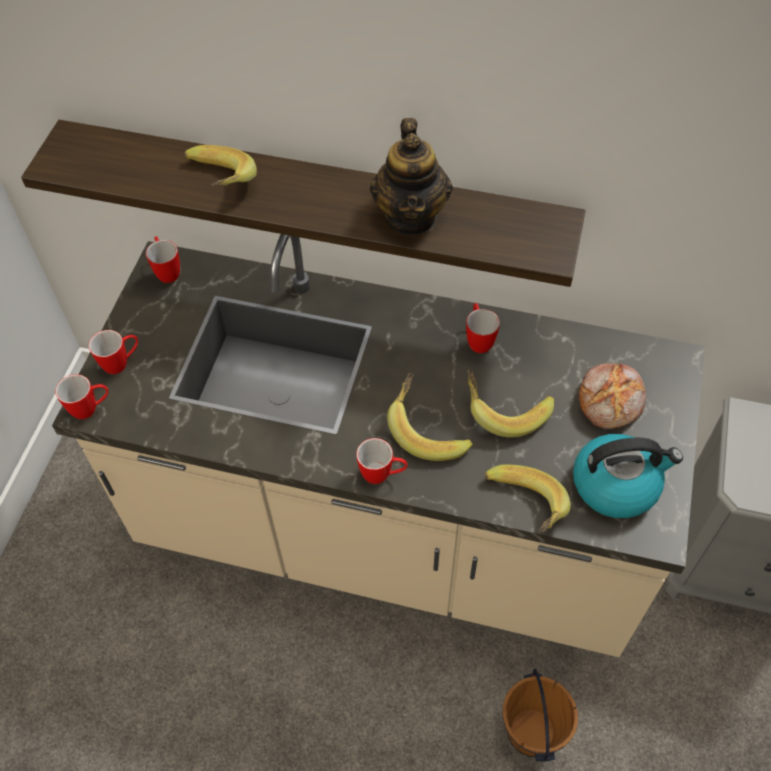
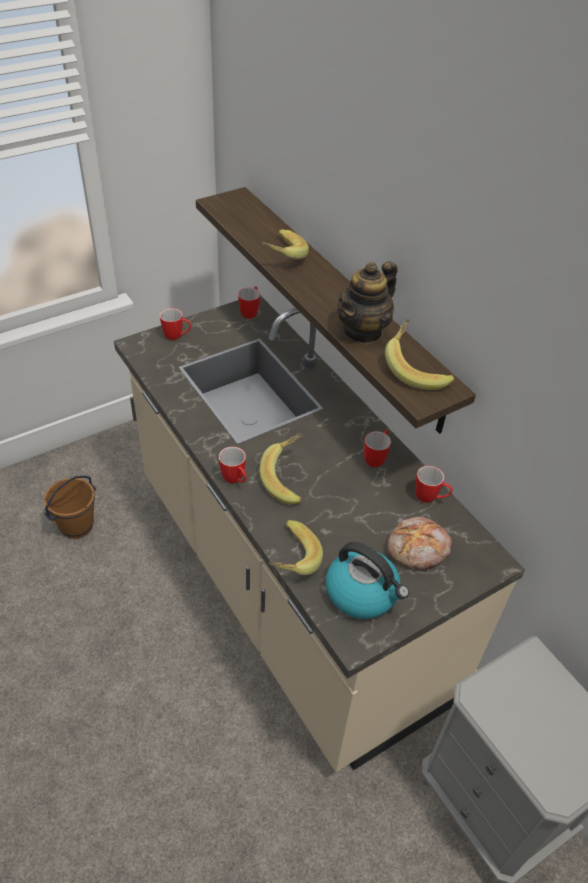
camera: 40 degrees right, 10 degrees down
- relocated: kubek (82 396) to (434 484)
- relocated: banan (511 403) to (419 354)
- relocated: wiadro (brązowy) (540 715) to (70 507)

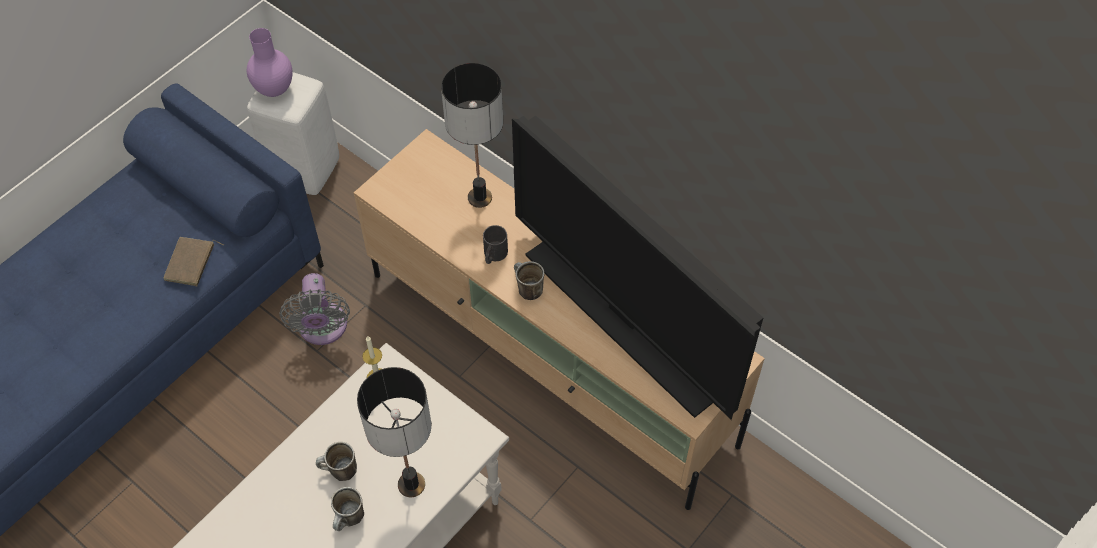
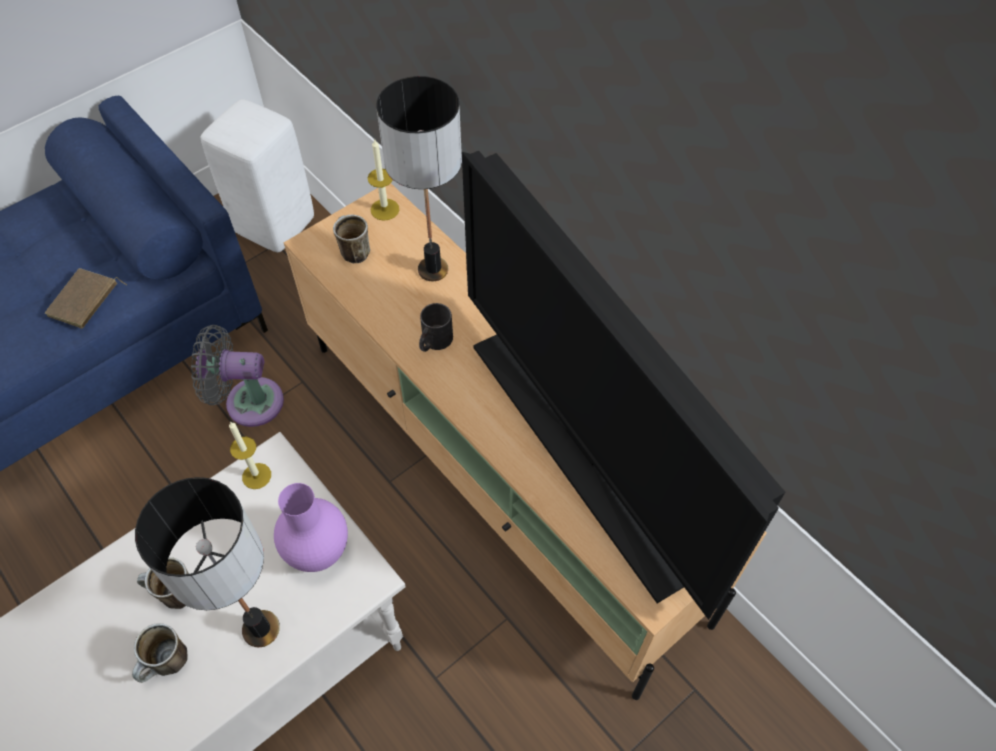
camera: 10 degrees right, 0 degrees up
- appeared: świeca (383 179)
- relocated: wazon (fioletowy) (270 62) to (311 527)
- relocated: kubek (529 280) to (351 239)
- spun: wentylator (szary) (314 309) = (237 376) 90 degrees clockwise

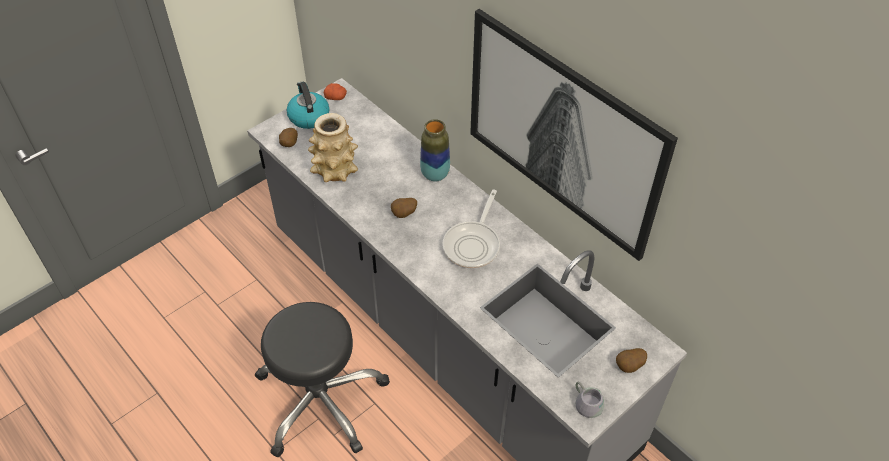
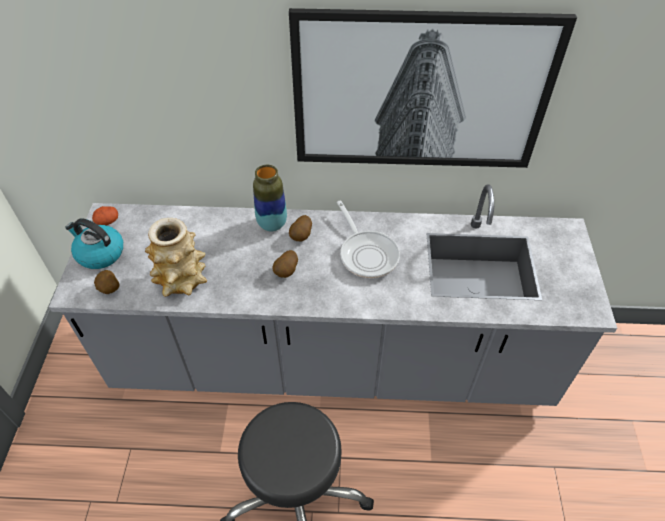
camera: 45 degrees left, 0 degrees up
- missing: kubek (szary) (590 400)
- relocated: ziemniak (631 360) to (300 228)

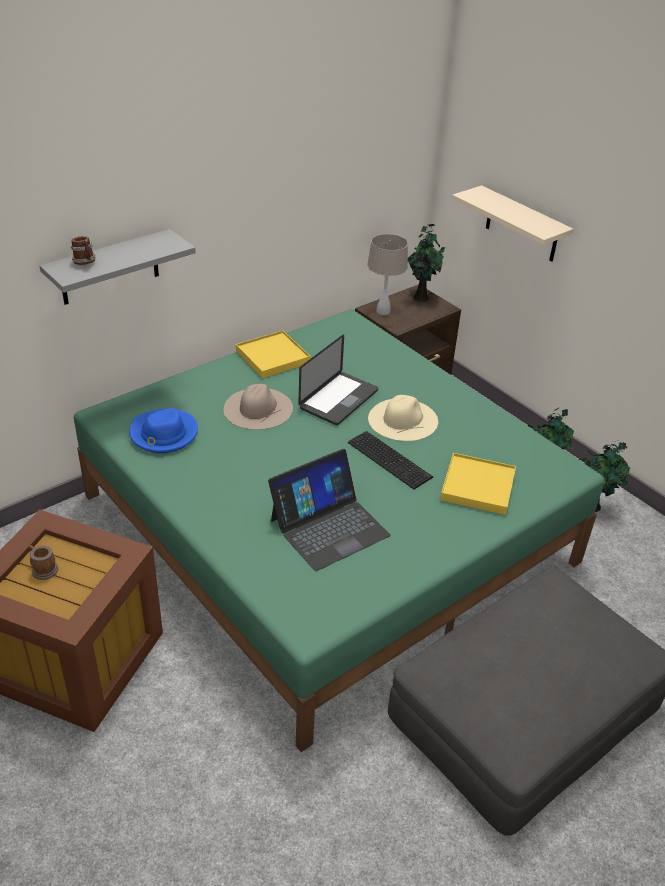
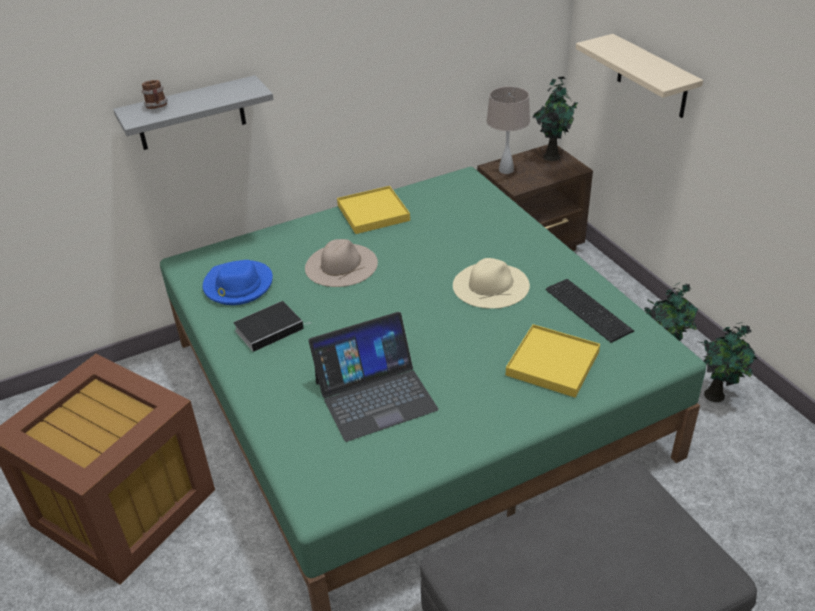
camera: 15 degrees right, 0 degrees up
- missing: kubek (43 562)
- missing: laptop (338 379)
- appeared: książka (271 326)
- relocated: klawiatura (390 460) to (590 311)

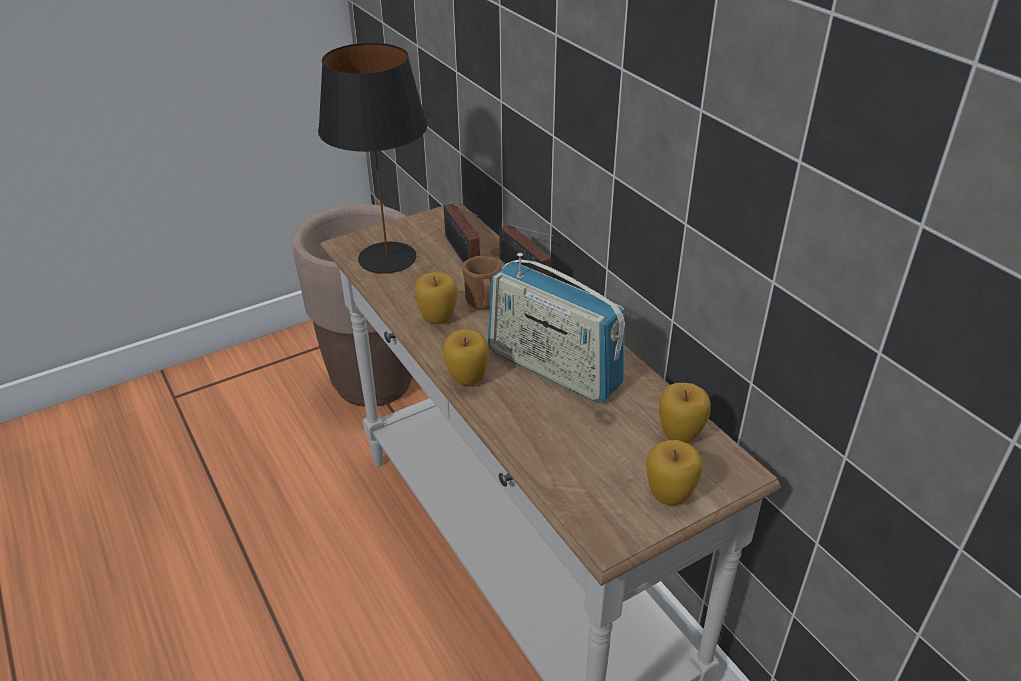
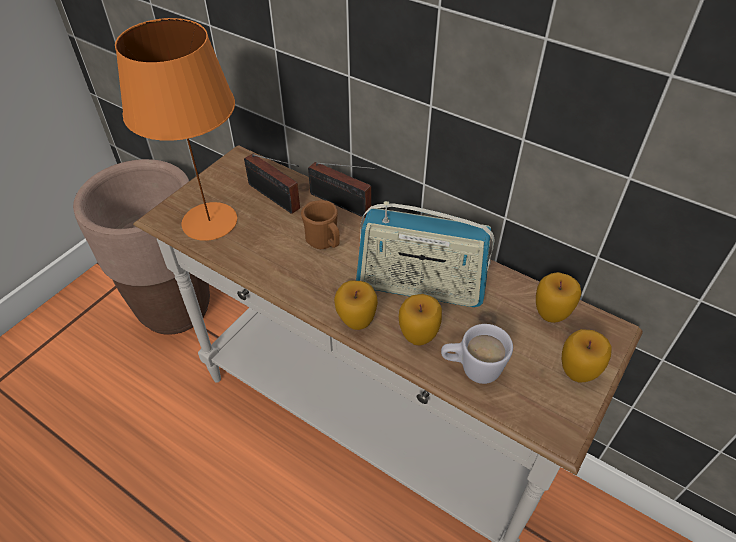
camera: 25 degrees left, 10 degrees up
- appeared: kubek (biały) (477 354)
- relocated: jabłko (436 298) to (420 320)
- colour: lampa stołowa (czarny) (372 158) to lampa stołowa (pomarańczowy) (176 129)

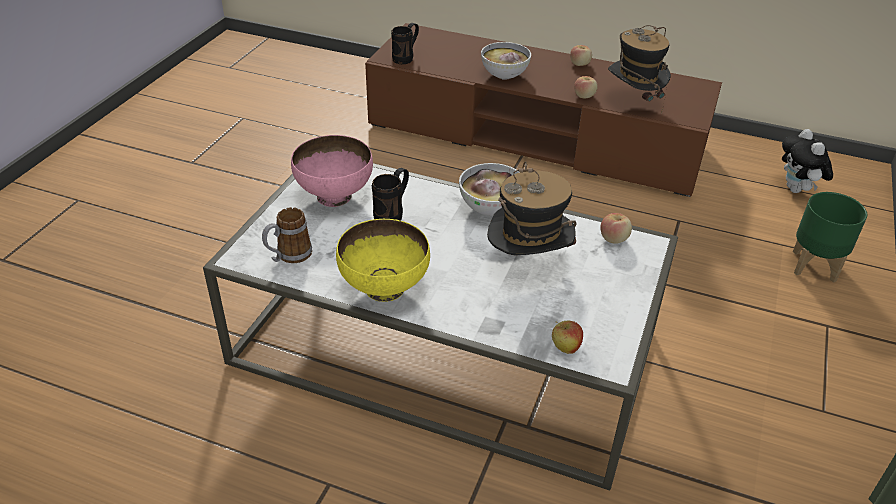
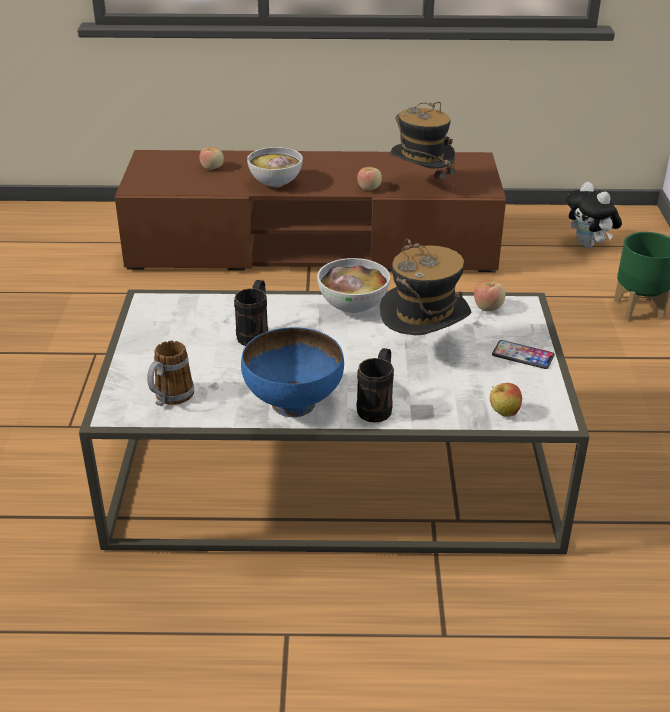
camera: 20 degrees left, 5 degrees down
- missing: miska (różowy) (332 171)
- appeared: telefon (523 354)
- relocated: kubek (czarny) (405 43) to (375 385)
- relocated: jabłko (581 55) to (211 158)
- colour: miska (żółty) (383 260) to miska (niebieski) (292 372)

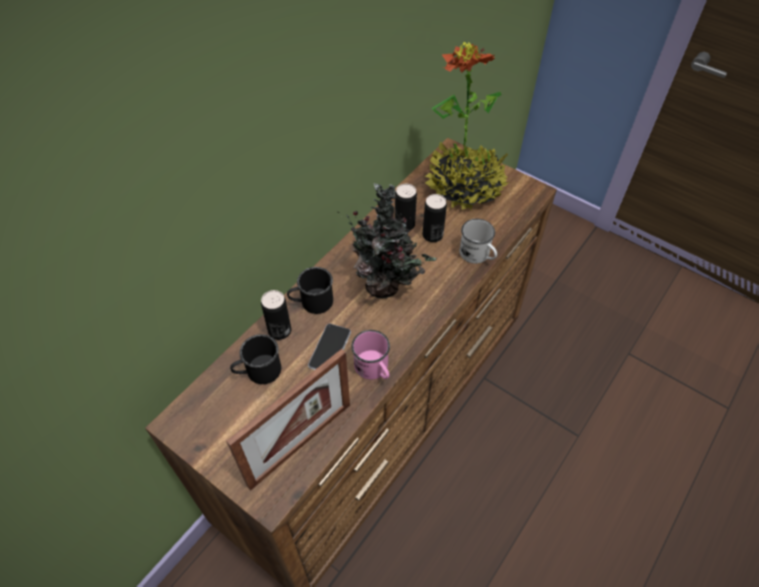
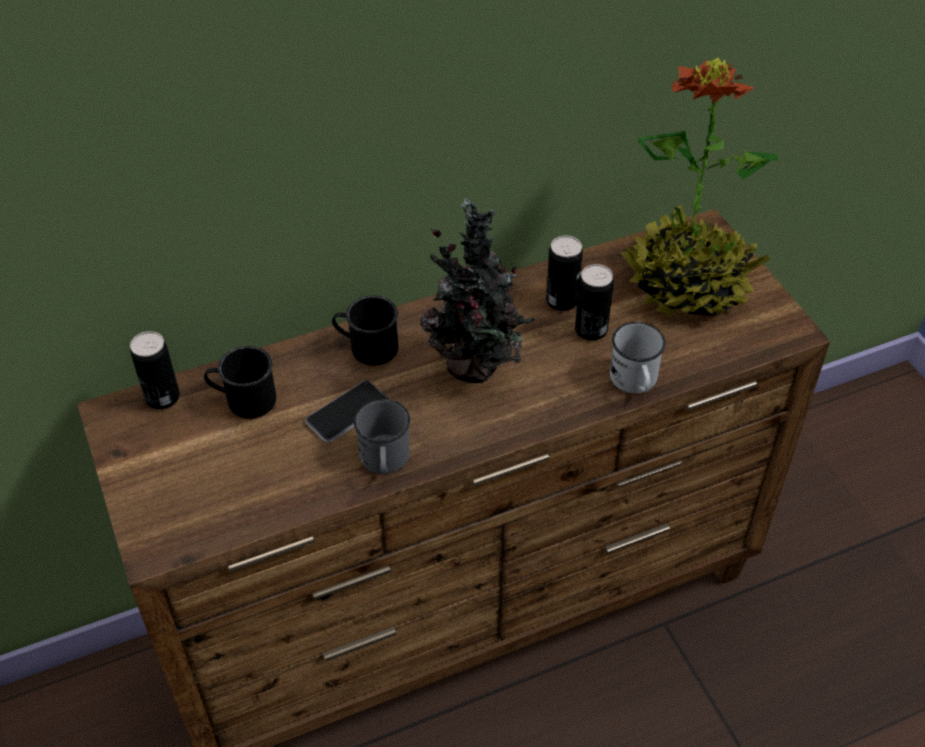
camera: 30 degrees right, 5 degrees down
- missing: ramka na zdjęcie (288 419)
- relocated: puszka (276 315) to (155 370)
- colour: kubek (różowy) (370 355) to kubek (szary) (382 437)

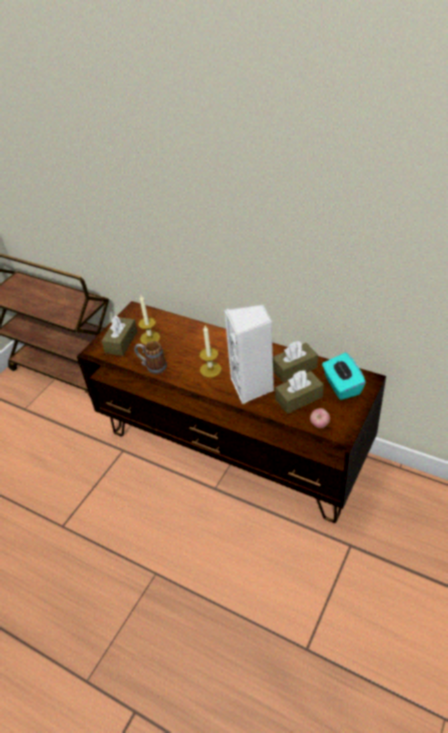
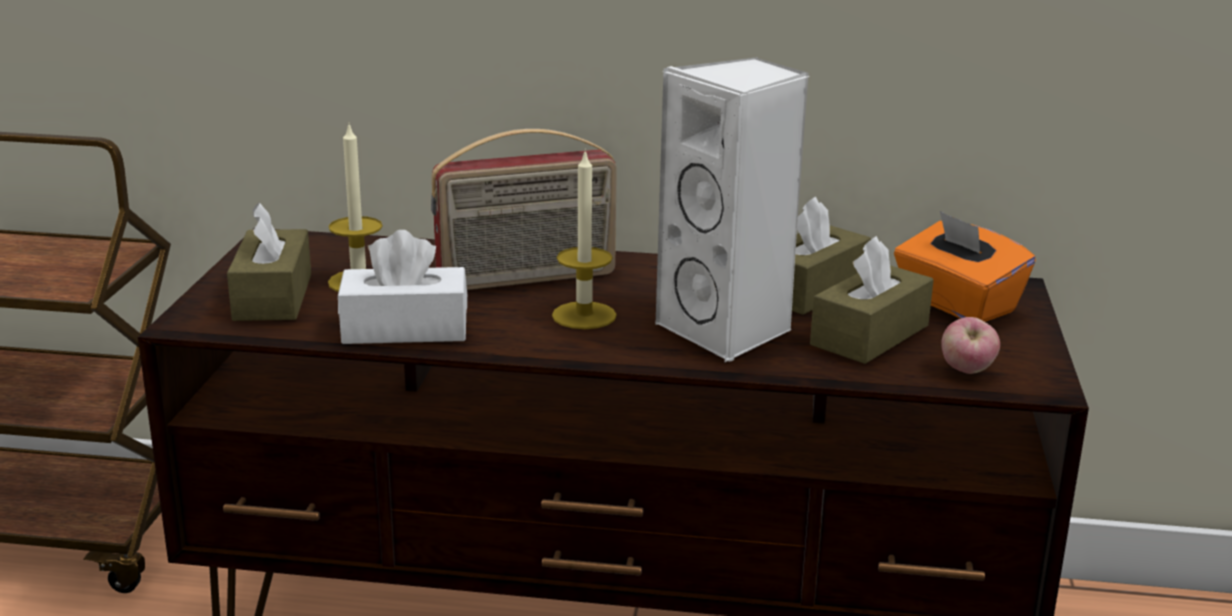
camera: 25 degrees left, 20 degrees down
- appeared: radio (524 209)
- exchanged: kubek (150 357) to pudełko chusteczek (biały) (402 287)
- colour: pudełko chusteczek (turkusowy) (344 376) to pudełko chusteczek (pomarańczowy) (965 266)

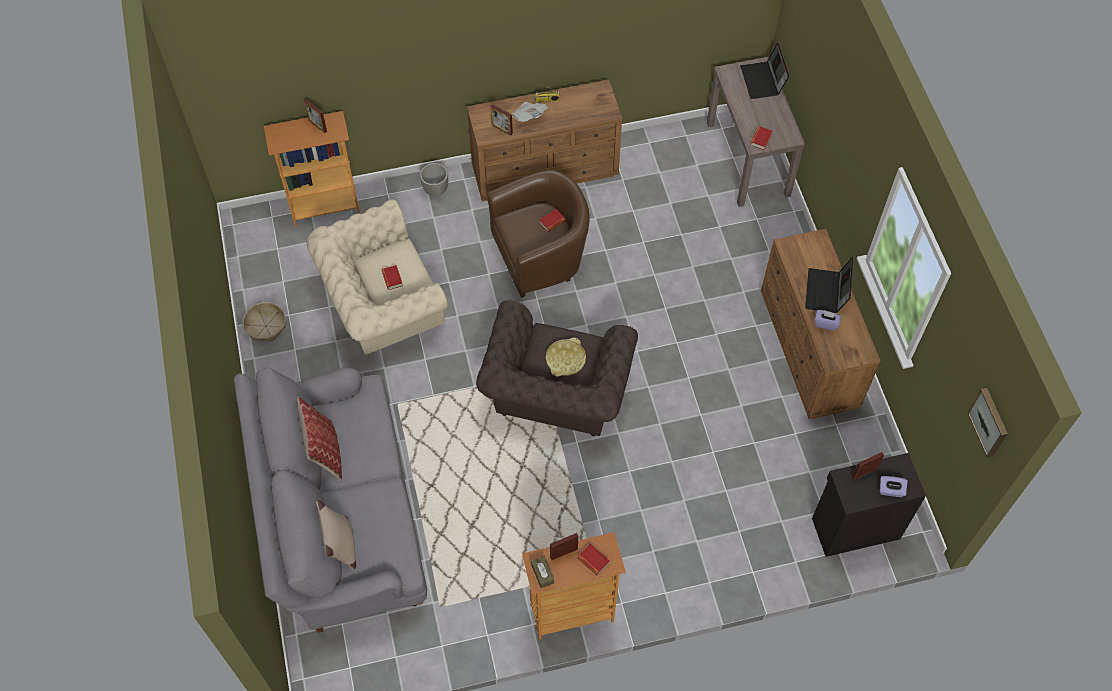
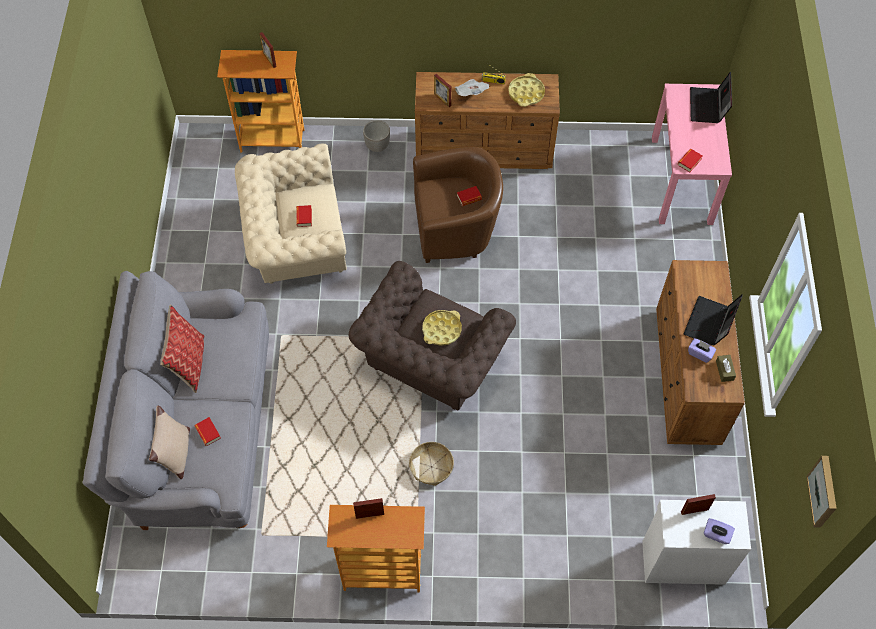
camera: 15 degrees right, 0 degrees up
- appeared: taca (żółty) (526 90)
- relocated: koszyk (264 321) to (431 464)
- relocated: pudełko chusteczek (brązowy) (542 572) to (726 368)
- relocated: książka (593 560) to (207 431)
- colour: stolik konsolowy (brązowy) (756 132) to stolik konsolowy (różowy) (692 154)
- colour: szafka (czarny) (869 505) to szafka (biały) (696 542)

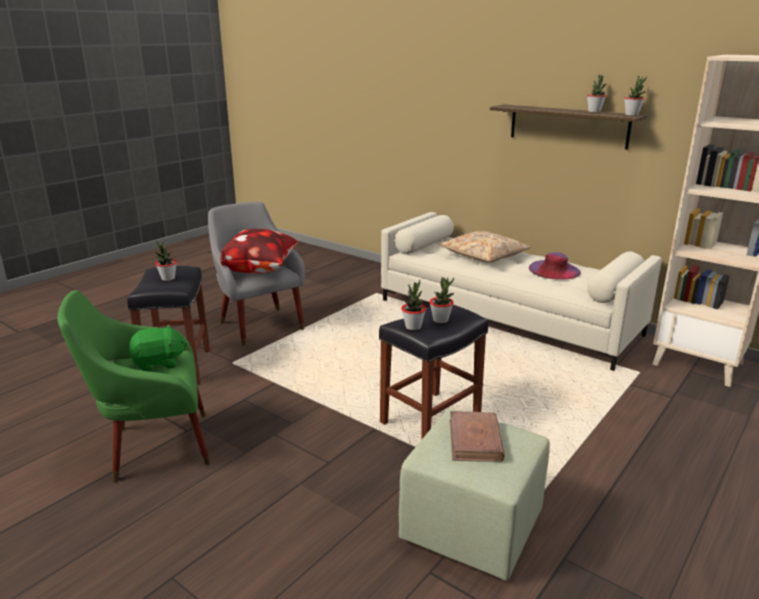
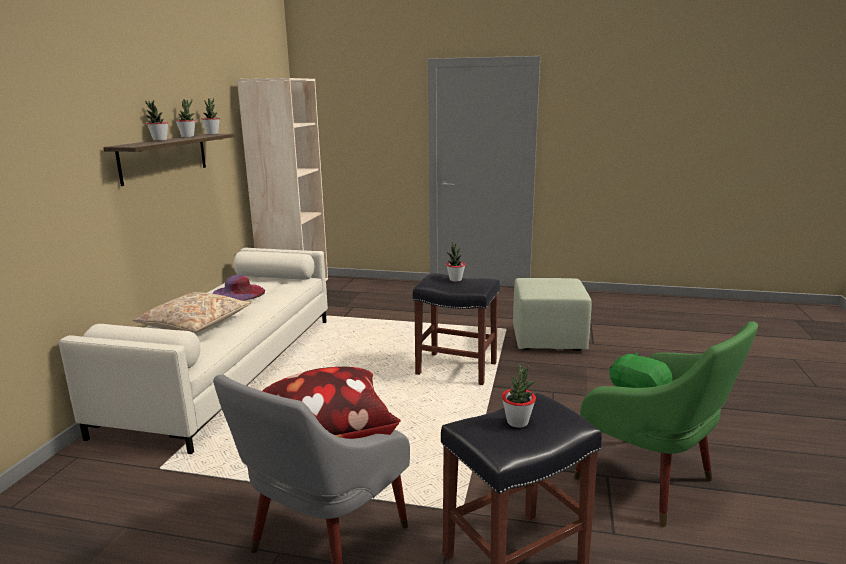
camera: 115 degrees left, 5 degrees down
- missing: książka (brązowy) (477 436)
- relocated: roślina doniczkowa (413 305) to (156 120)

